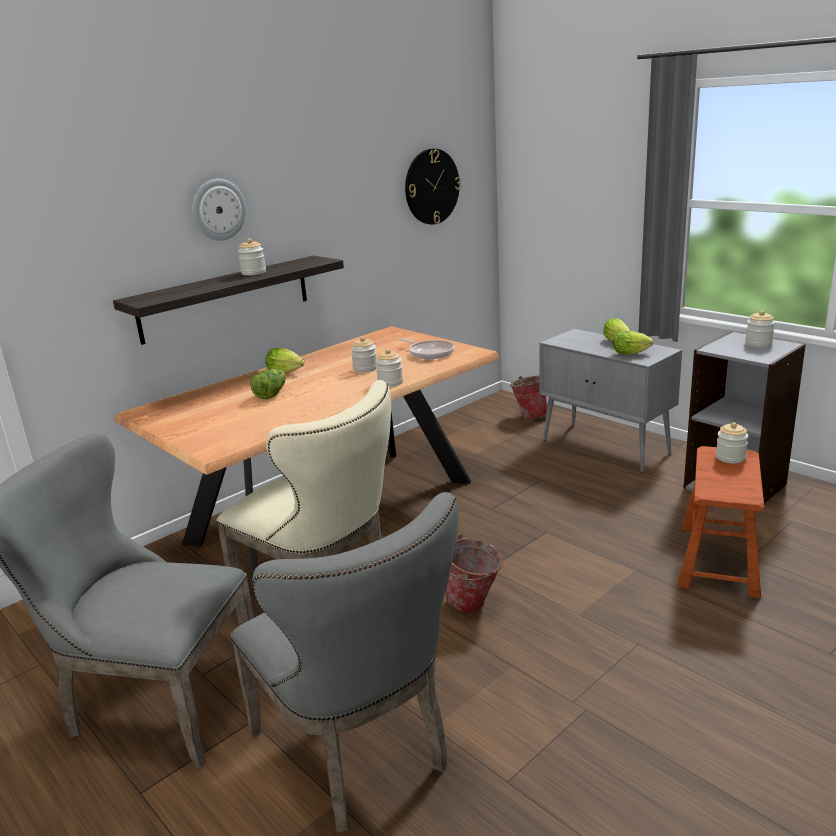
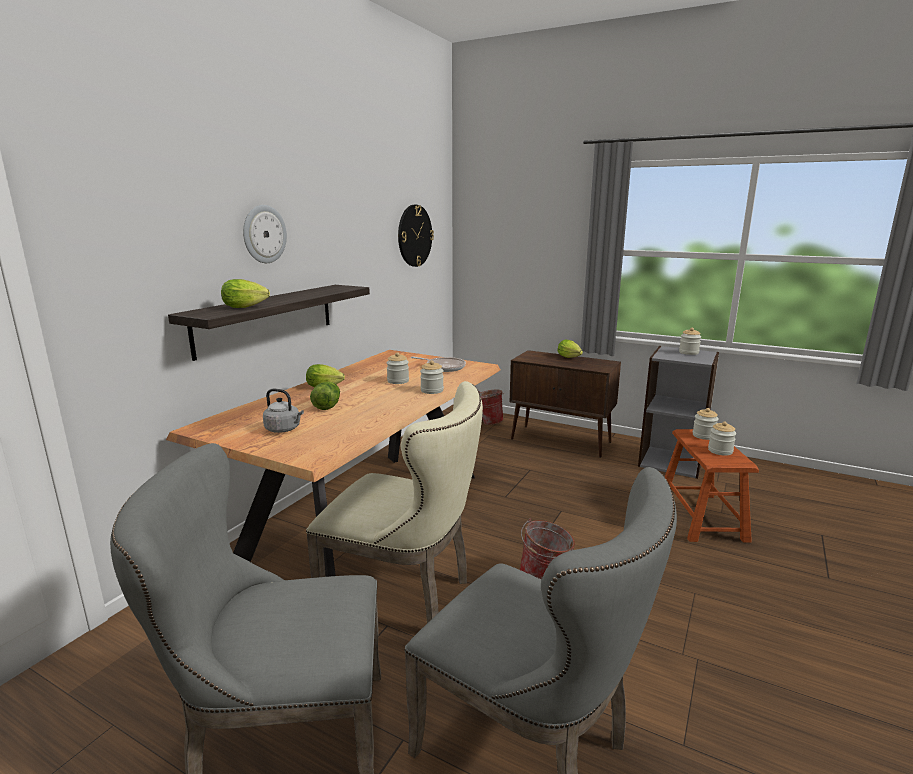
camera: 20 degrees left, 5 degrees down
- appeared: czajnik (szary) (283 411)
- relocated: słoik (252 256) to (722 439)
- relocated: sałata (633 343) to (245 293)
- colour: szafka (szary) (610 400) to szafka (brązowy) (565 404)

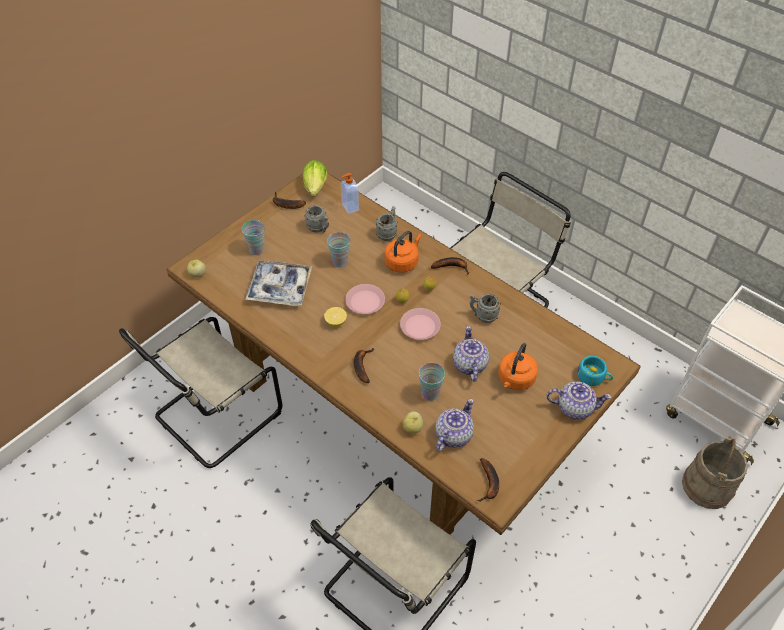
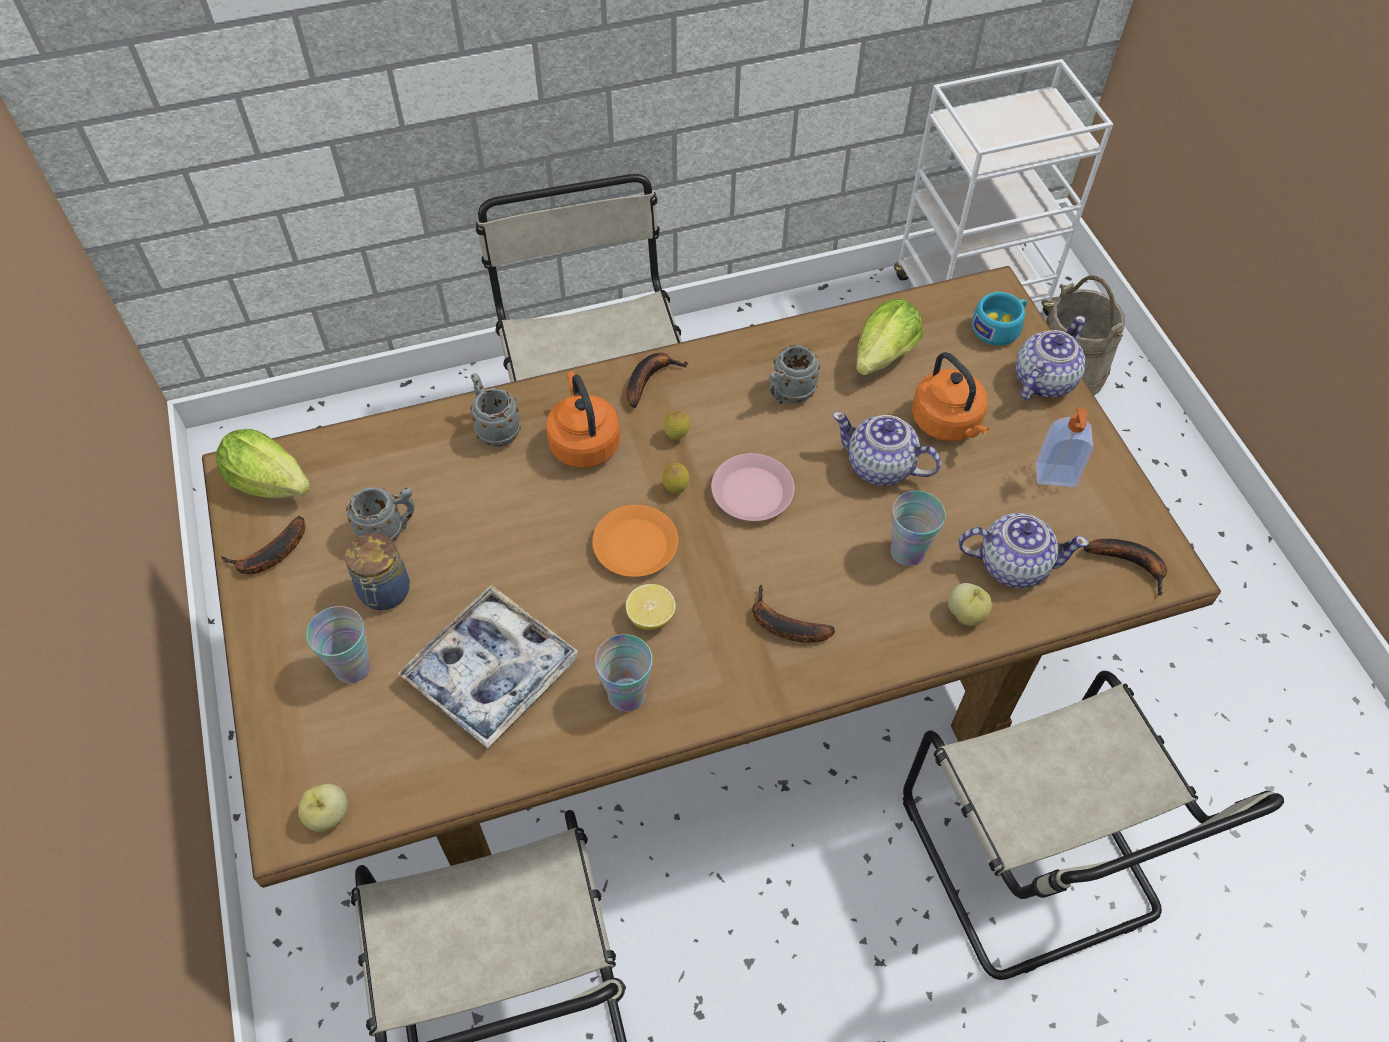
camera: 60 degrees left, 5 degrees up
- appeared: słoik (377 571)
- appeared: sałata (889 337)
- relocated: filiżanka (338 250) to (623 672)
- relocated: dozownik mydła (350 193) to (1064 447)
- colour: talerz (różowy) (365 299) to talerz (pomarańczowy) (635 541)
- spun: imbryk (454 425) = (1023 550) 120 degrees clockwise

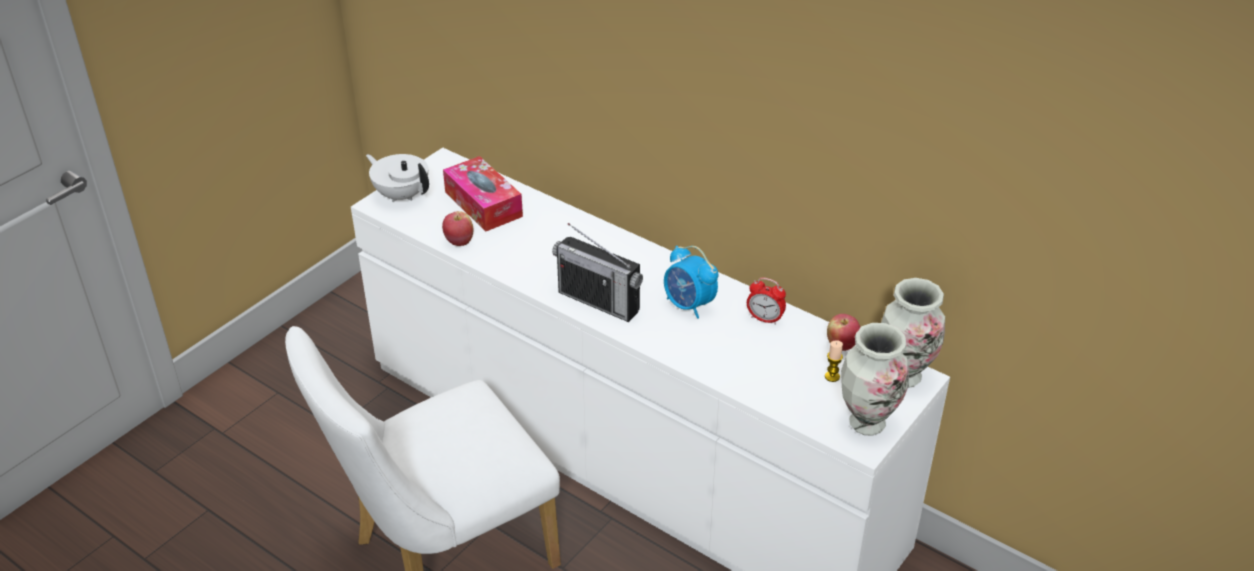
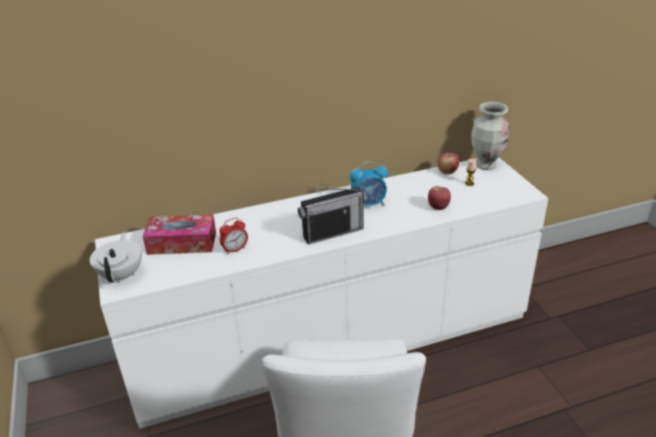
camera: 55 degrees left, 5 degrees down
- missing: wazon (875 379)
- relocated: jabłko (458 228) to (439 198)
- relocated: budzik (766 301) to (233 236)
- spun: imbryk (biały) (397 178) = (116 257) 105 degrees clockwise

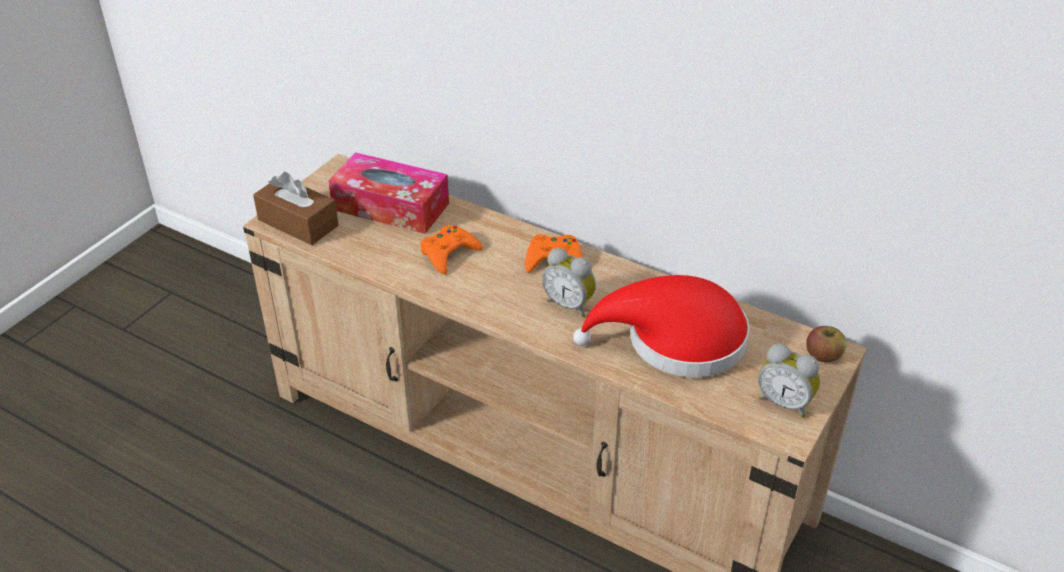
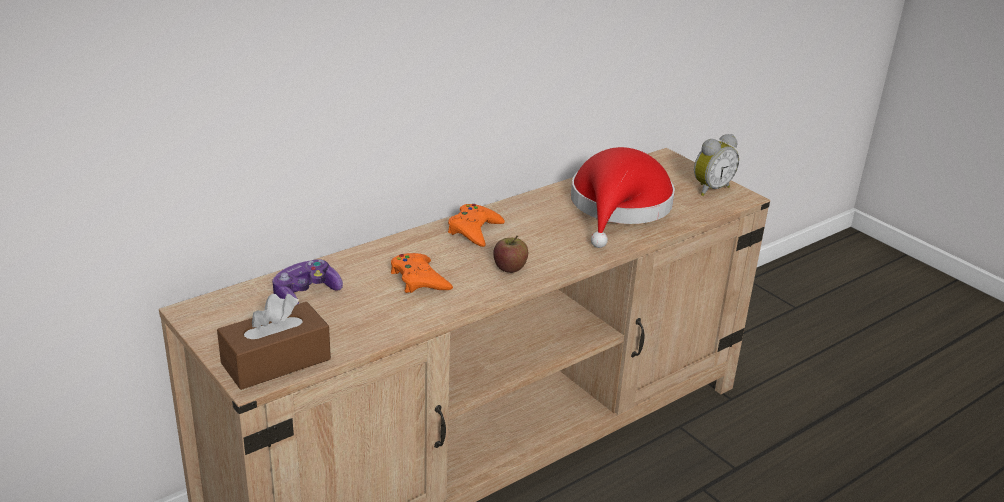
camera: 70 degrees left, 10 degrees down
- missing: budzik (569 282)
- relocated: jabłko (826 344) to (510 254)
- exchanged: pudełko chusteczek (388 193) to pad do gier (307 282)

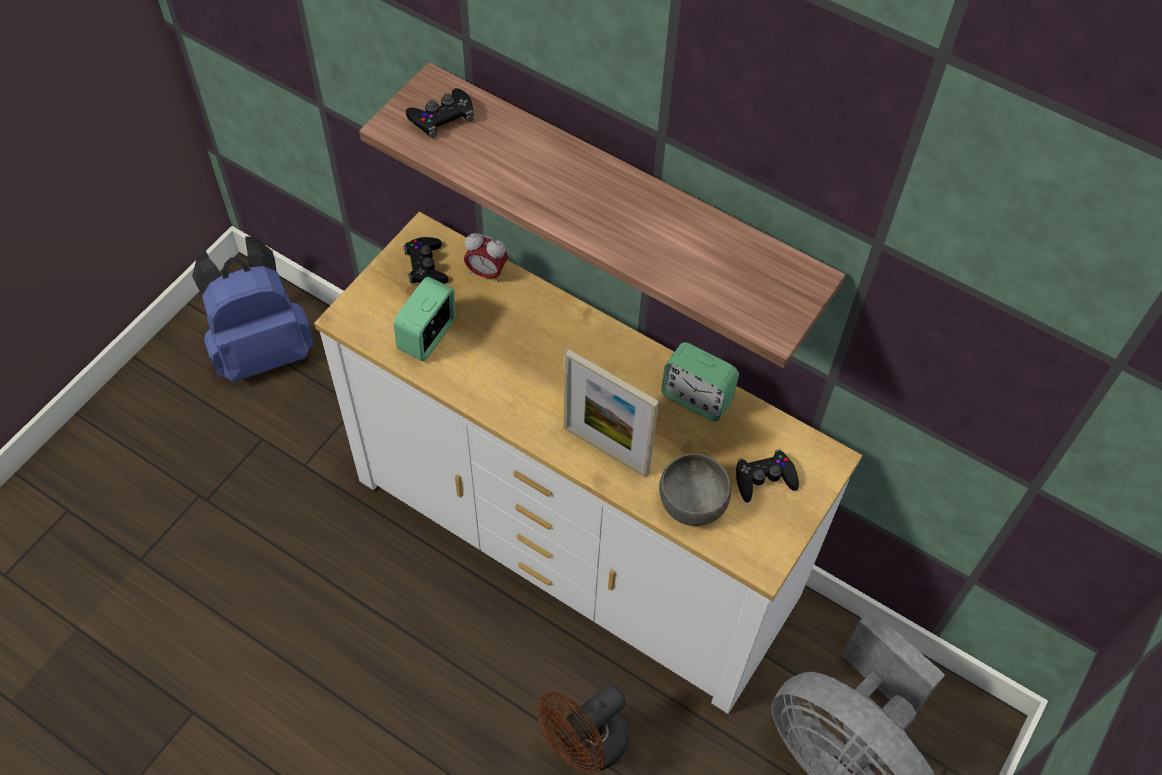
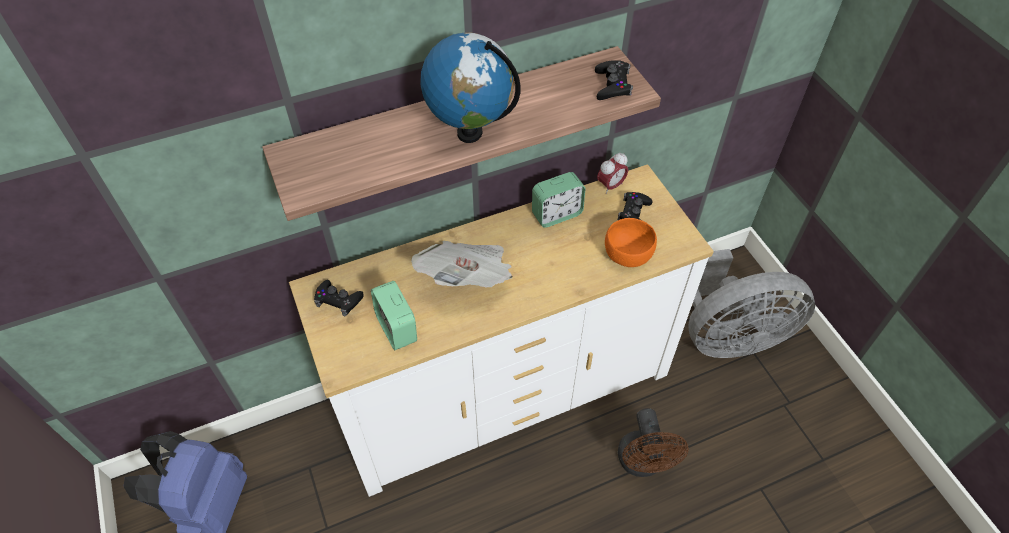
camera: 55 degrees left, 5 degrees down
- missing: ramka na zdjęcie (611 413)
- appeared: gazeta (462 264)
- appeared: globus (471 87)
- relocated: pad do gier (czarny) (439 113) to (614 80)
- relocated: budzik (486 257) to (612 173)
- colour: miska (szary) (695 490) to miska (pomarańczowy) (631 242)

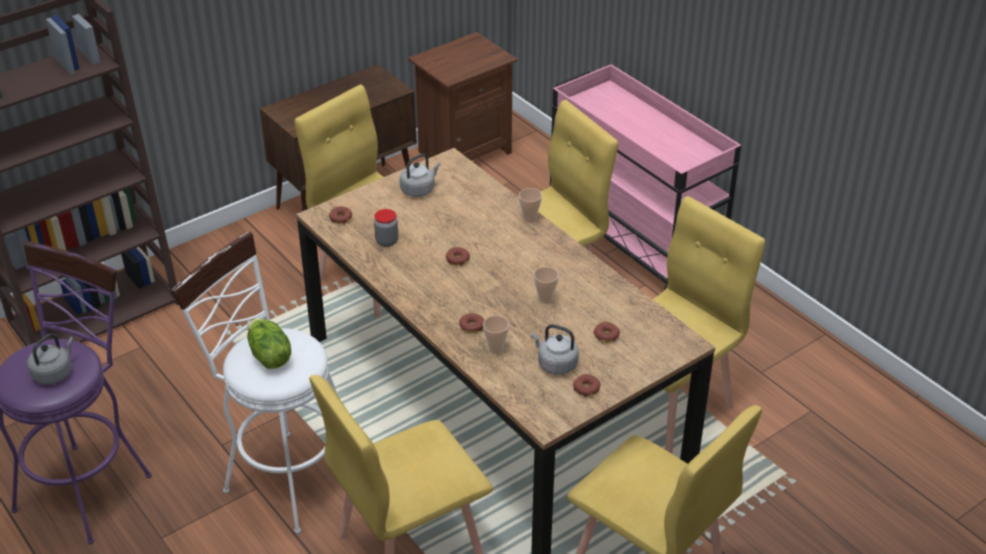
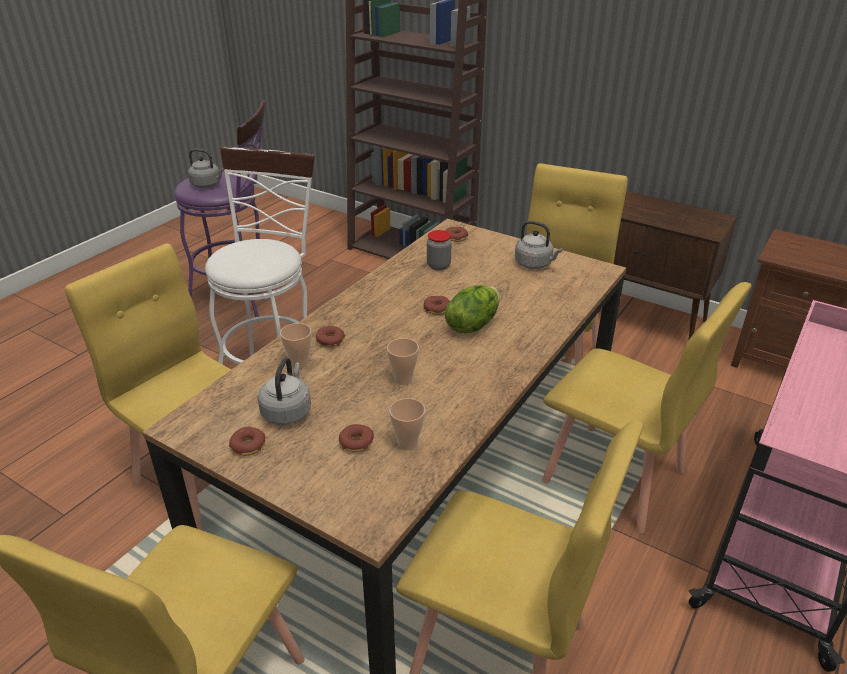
camera: 70 degrees right, 5 degrees down
- relocated: sałata (269 343) to (472 309)
- relocated: filiżanka (530 205) to (407 424)

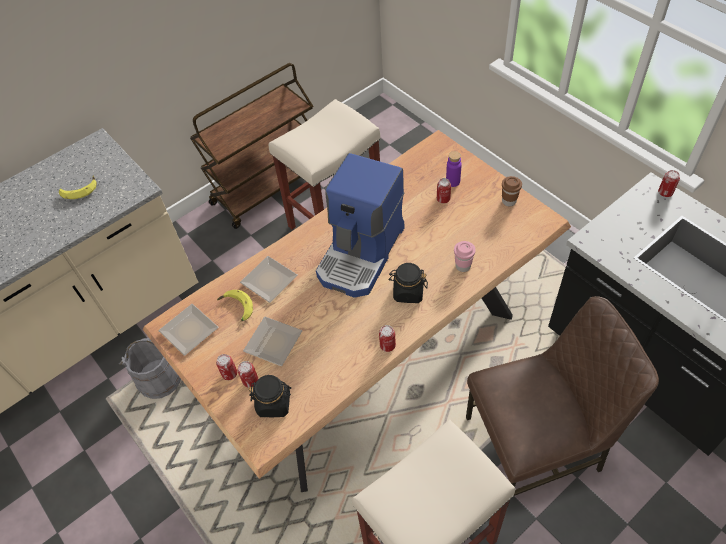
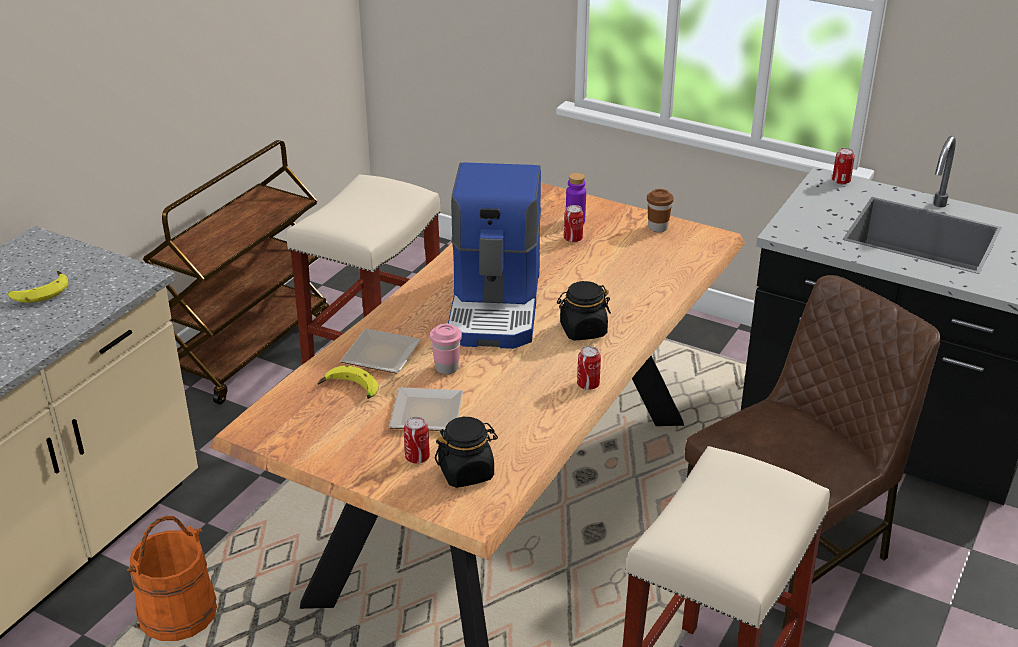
camera: 25 degrees left, 20 degrees down
- missing: talerz (188 330)
- missing: puszka (226 367)
- relocated: filiżanka (różowy) (465 256) to (446 349)
- colour: wiadro (szary) (150 368) to wiadro (pomarańczowy) (172 578)

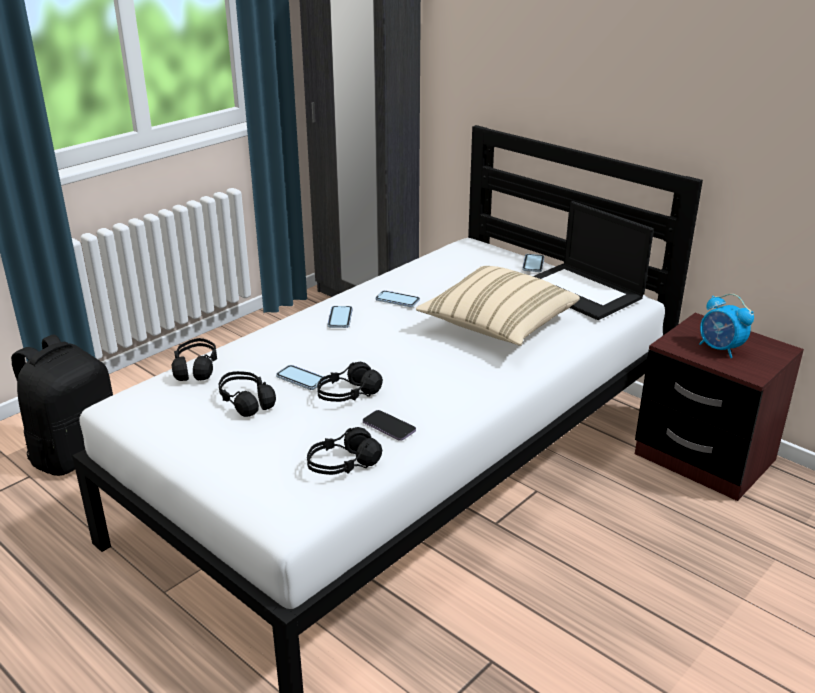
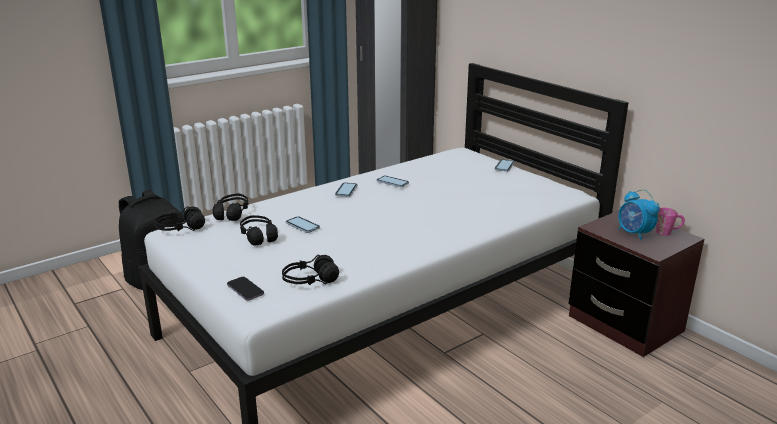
camera: 10 degrees right, 5 degrees down
- missing: poduszka (beżowy) (498 306)
- missing: laptop (593 260)
- appeared: kubek (różowy) (670 222)
- relocated: słuchawki (czarny) (350 382) to (179 218)
- relocated: telefon (389 425) to (245 288)

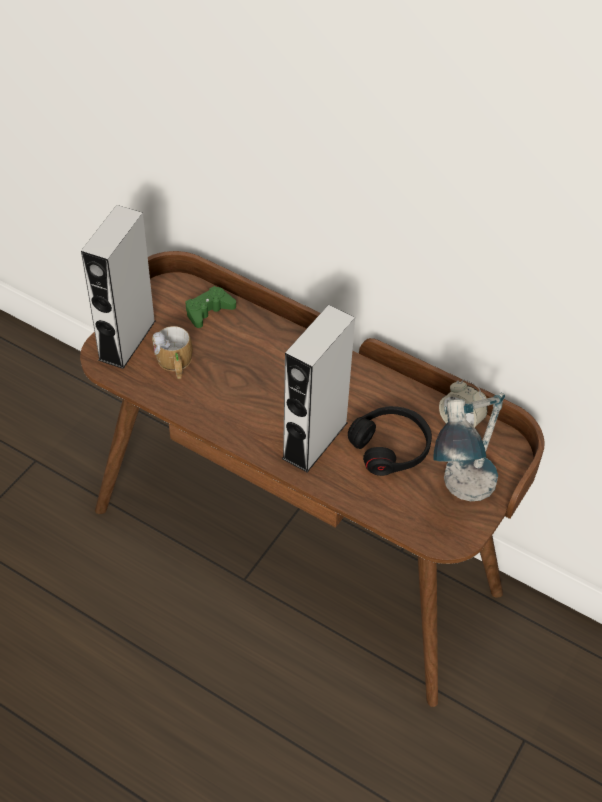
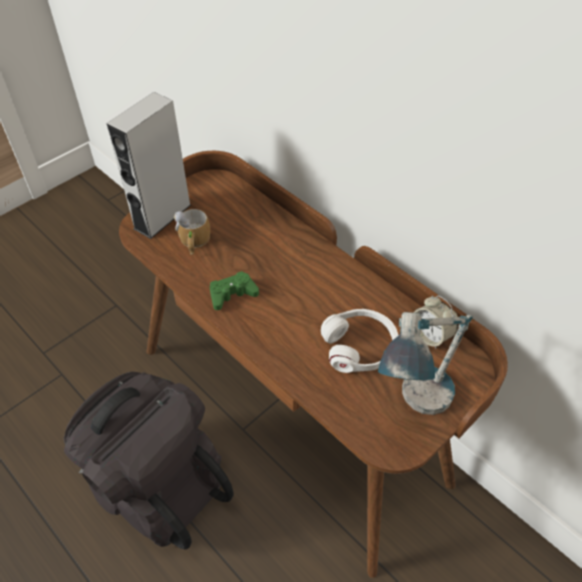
camera: 15 degrees right, 0 degrees up
- missing: głośnik (szary) (318 388)
- appeared: plecak (czarny) (149 460)
- relocated: pad do gier (zielony) (211 307) to (234 290)
- colour: słuchawki (czarny) (390 441) to słuchawki (biały) (359 341)

